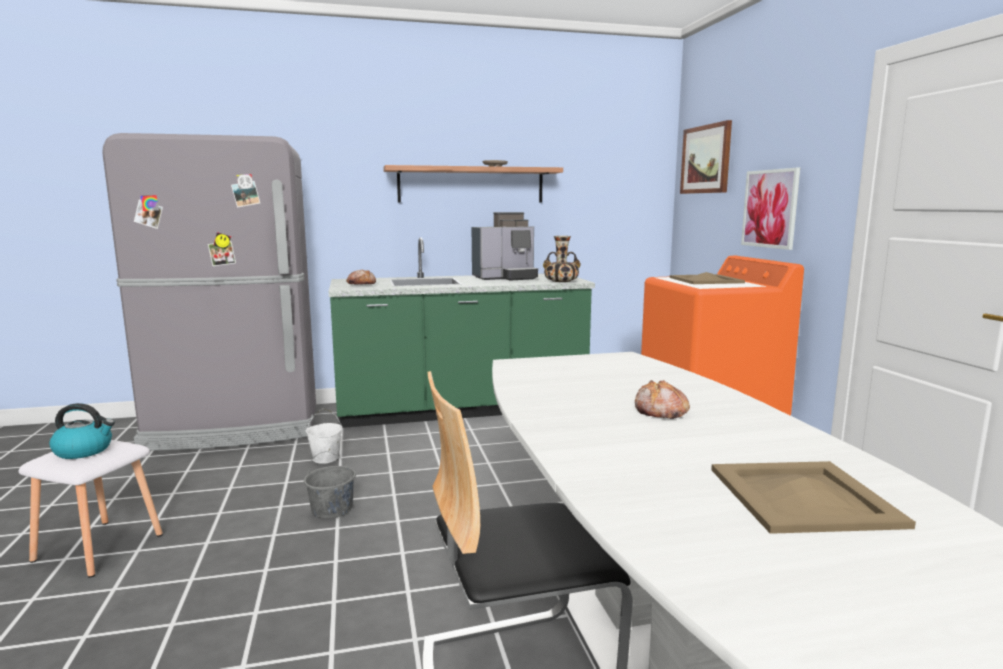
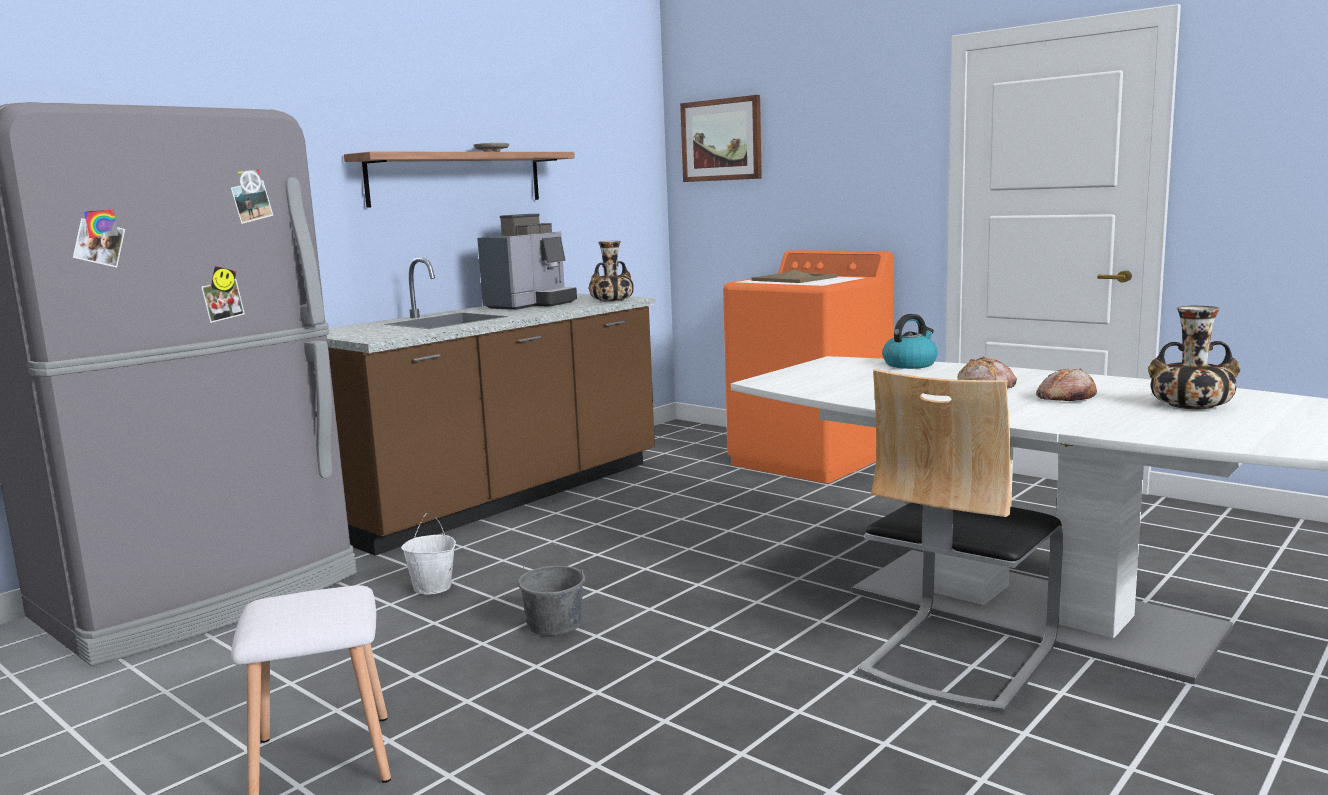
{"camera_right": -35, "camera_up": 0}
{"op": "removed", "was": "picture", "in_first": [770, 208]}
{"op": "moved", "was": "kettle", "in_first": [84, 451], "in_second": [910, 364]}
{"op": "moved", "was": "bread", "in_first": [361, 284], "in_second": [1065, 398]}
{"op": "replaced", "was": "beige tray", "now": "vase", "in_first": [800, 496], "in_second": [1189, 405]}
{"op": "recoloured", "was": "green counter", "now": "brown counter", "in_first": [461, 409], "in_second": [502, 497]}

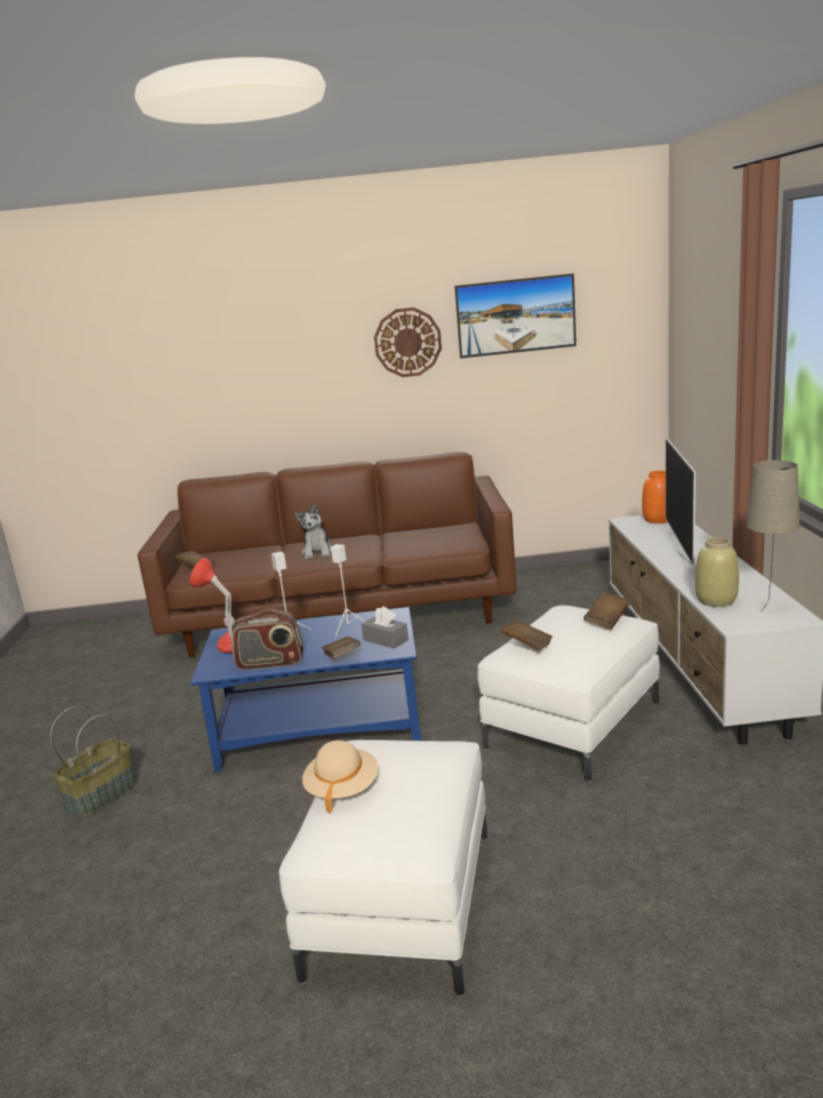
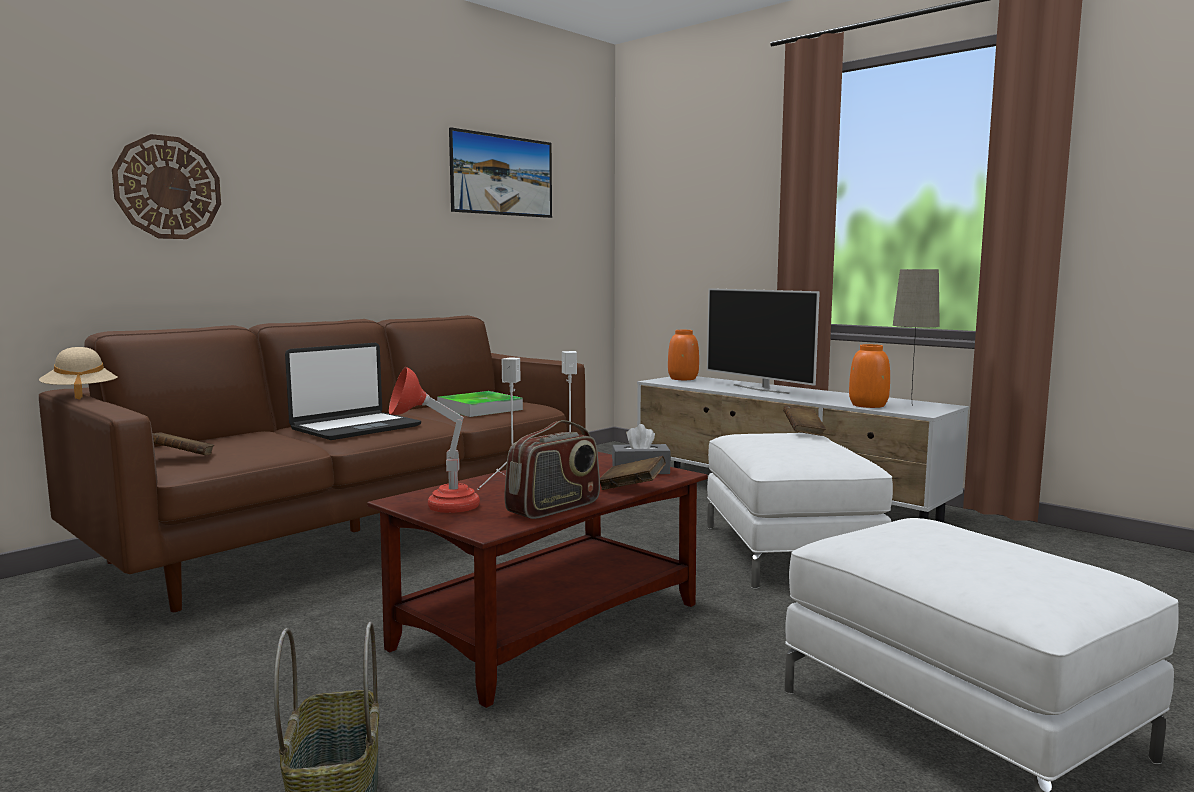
{"camera_right": -45, "camera_up": -10}
{"op": "removed", "was": "brown book", "in_first": [527, 646]}
{"op": "added", "now": "tray", "in_second": [480, 409]}
{"op": "moved", "was": "beige hat", "in_first": [342, 789], "in_second": [81, 394]}
{"op": "moved", "was": "wall clock", "in_first": [407, 342], "in_second": [168, 187]}
{"op": "replaced", "was": "plush toy", "now": "laptop", "in_first": [318, 552], "in_second": [355, 428]}
{"op": "recoloured", "was": "blue coffee table", "now": "brown coffee table", "in_first": [322, 730], "in_second": [550, 624]}
{"op": "recoloured", "was": "beige vase", "now": "orange vase", "in_first": [716, 601], "in_second": [868, 405]}

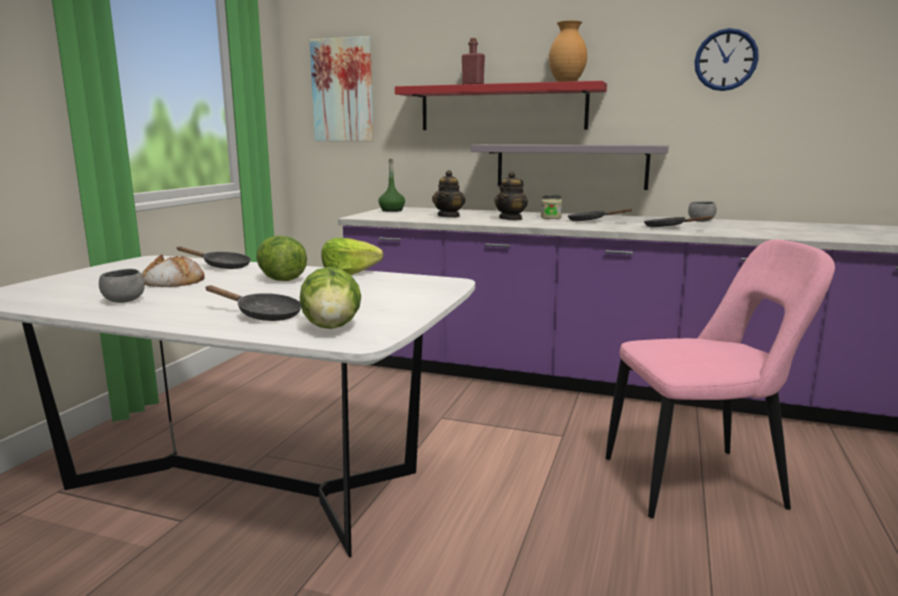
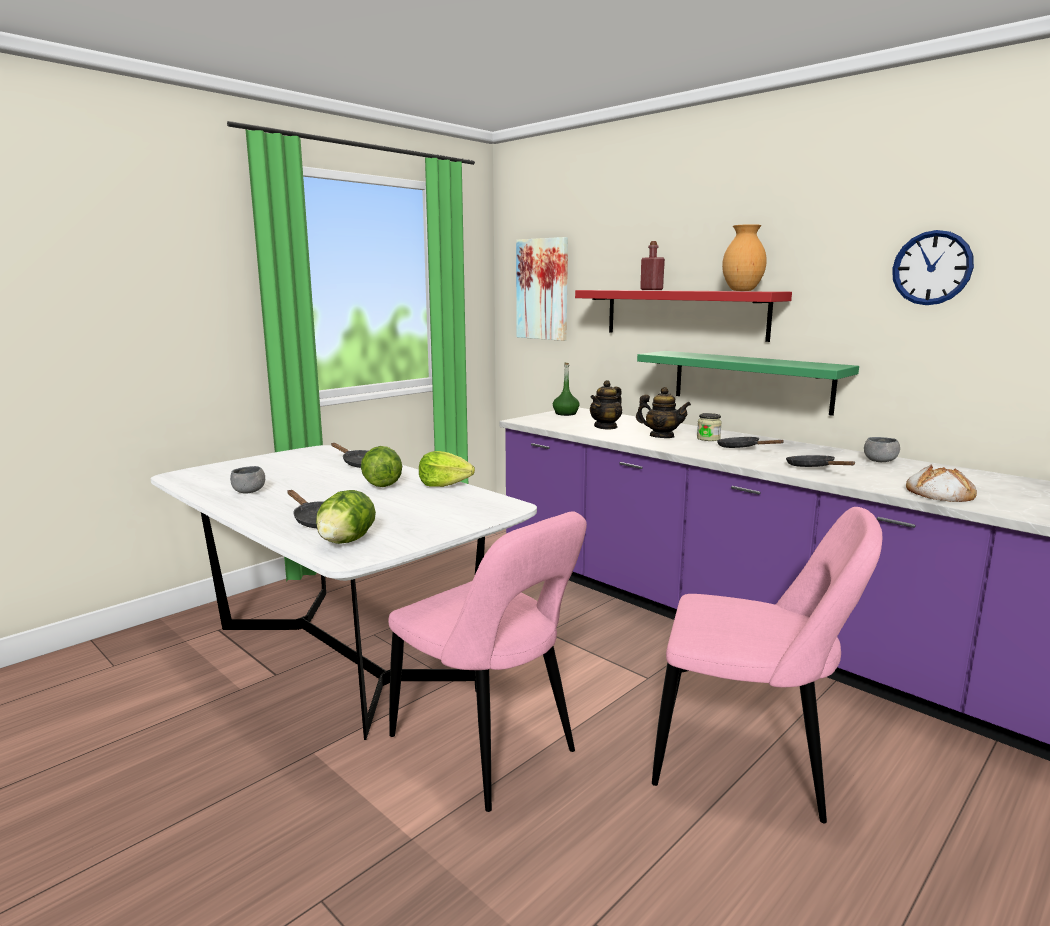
{"camera_right": 25, "camera_up": 0}
{"op": "added", "now": "pink chair", "in_second": [488, 748]}
{"op": "moved", "was": "bread", "in_first": [172, 281], "in_second": [939, 493]}
{"op": "recoloured", "was": "grey shelf", "now": "green shelf", "in_first": [571, 166], "in_second": [750, 381]}
{"op": "turned", "was": "teapot", "in_first": [511, 219], "in_second": [661, 436], "clockwise": -120}

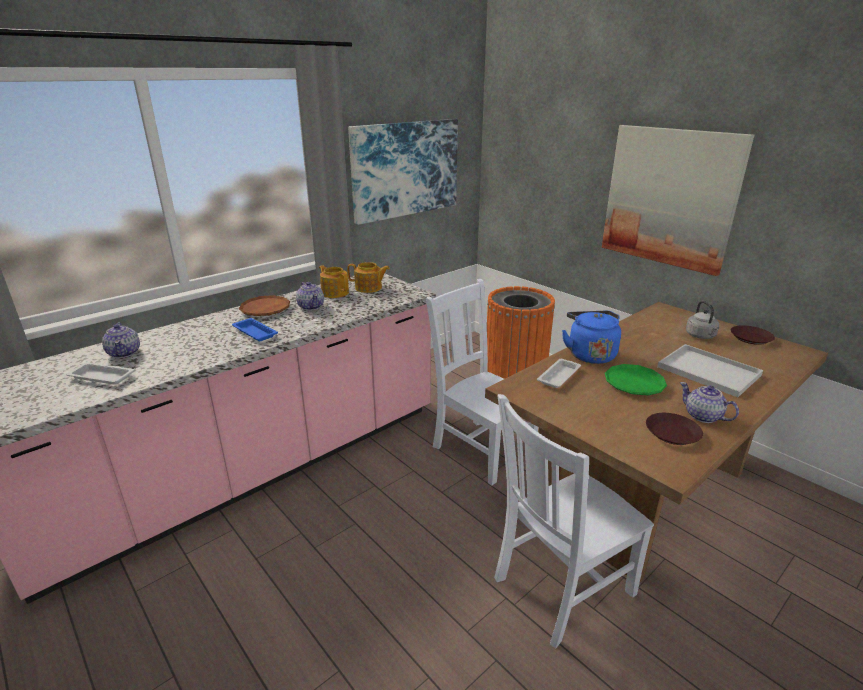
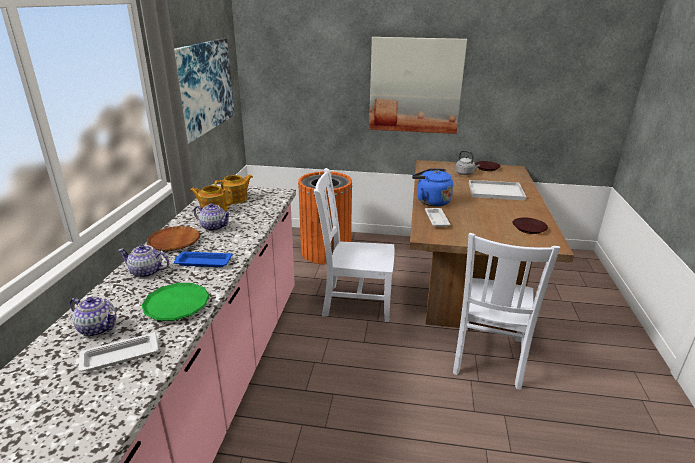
{"camera_right": -40, "camera_up": 0}
{"op": "moved", "was": "green plate", "in_first": [634, 383], "in_second": [176, 305]}
{"op": "moved", "was": "teapot", "in_first": [703, 416], "in_second": [147, 272]}

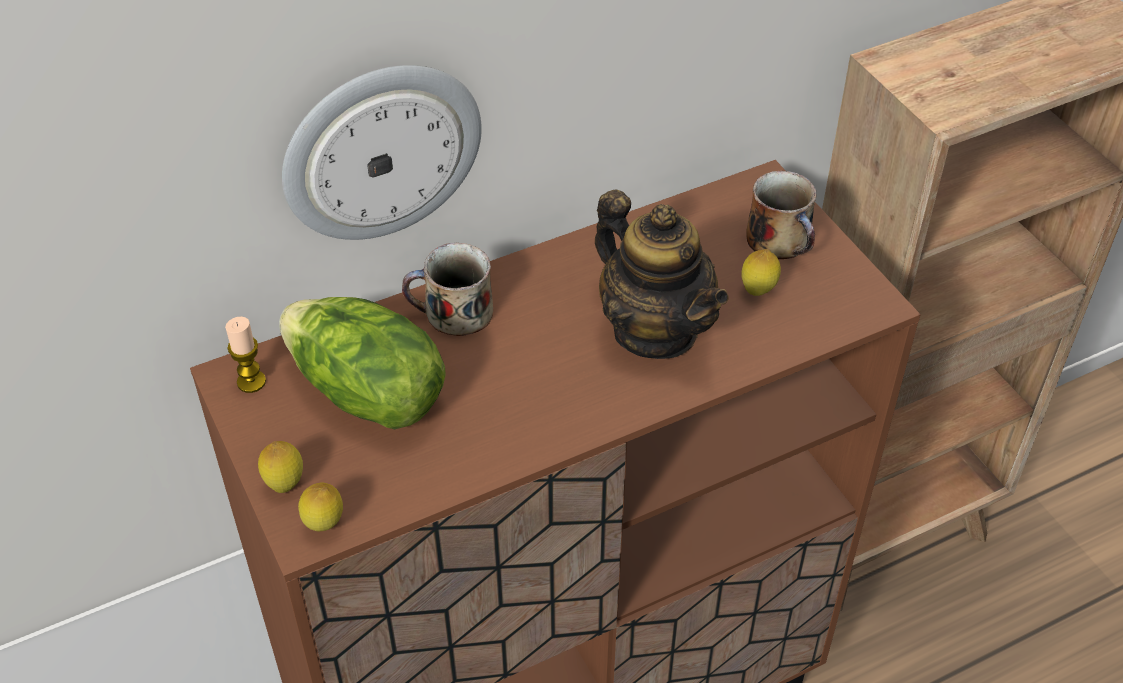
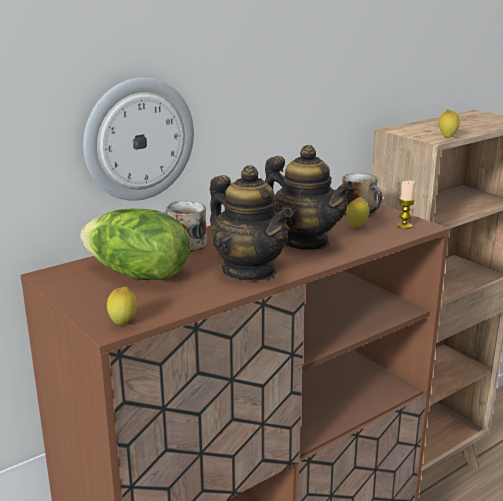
{"camera_right": -10, "camera_up": -25}
{"op": "added", "now": "teapot", "in_second": [249, 271]}
{"op": "moved", "was": "candle", "in_first": [251, 382], "in_second": [404, 226]}
{"op": "moved", "was": "lemon", "in_first": [285, 484], "in_second": [447, 137]}

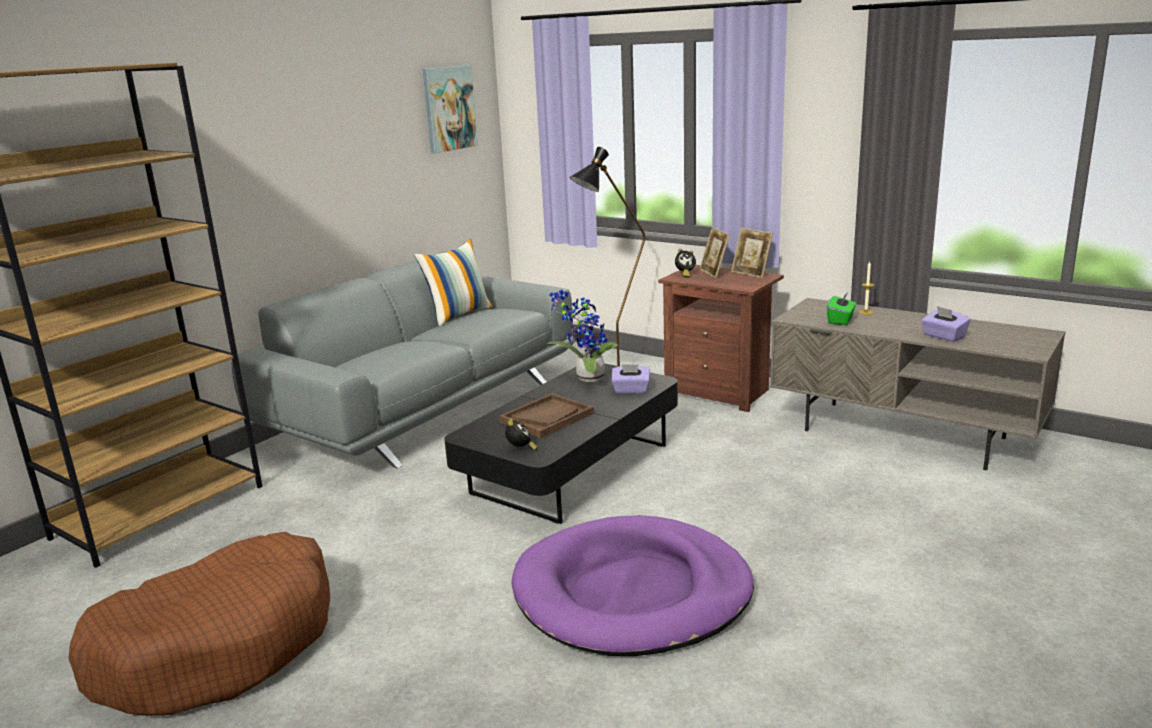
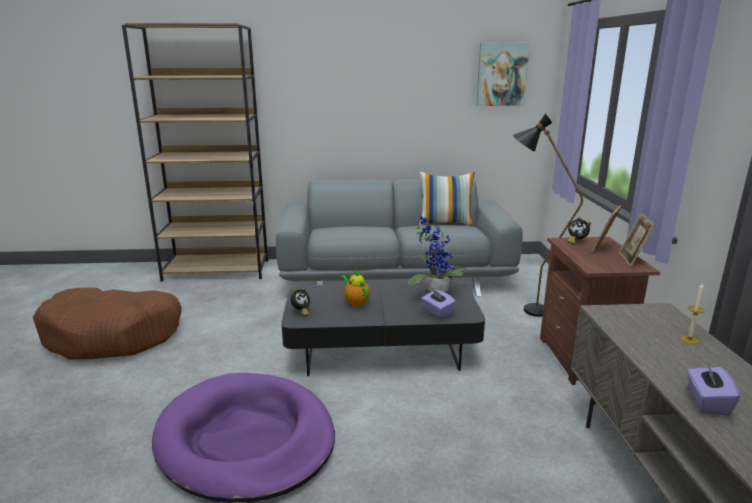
{"camera_right": 50, "camera_up": 0}
{"op": "removed", "was": "green tissue box", "in_first": [841, 320]}
{"op": "replaced", "was": "brown tray", "now": "teapot", "in_first": [547, 418], "in_second": [356, 302]}

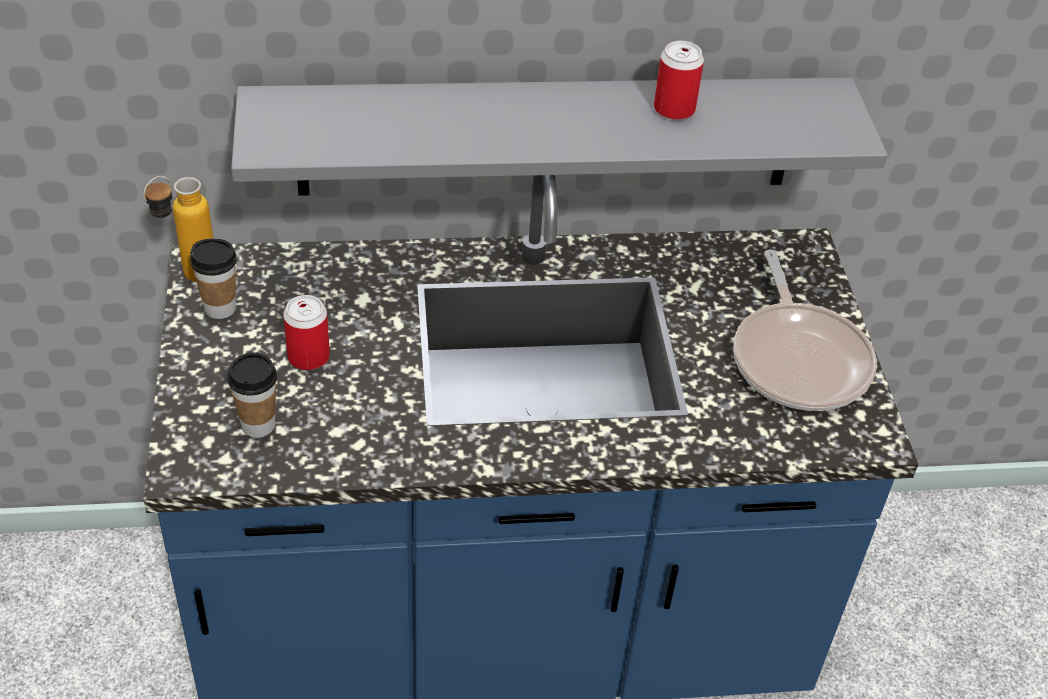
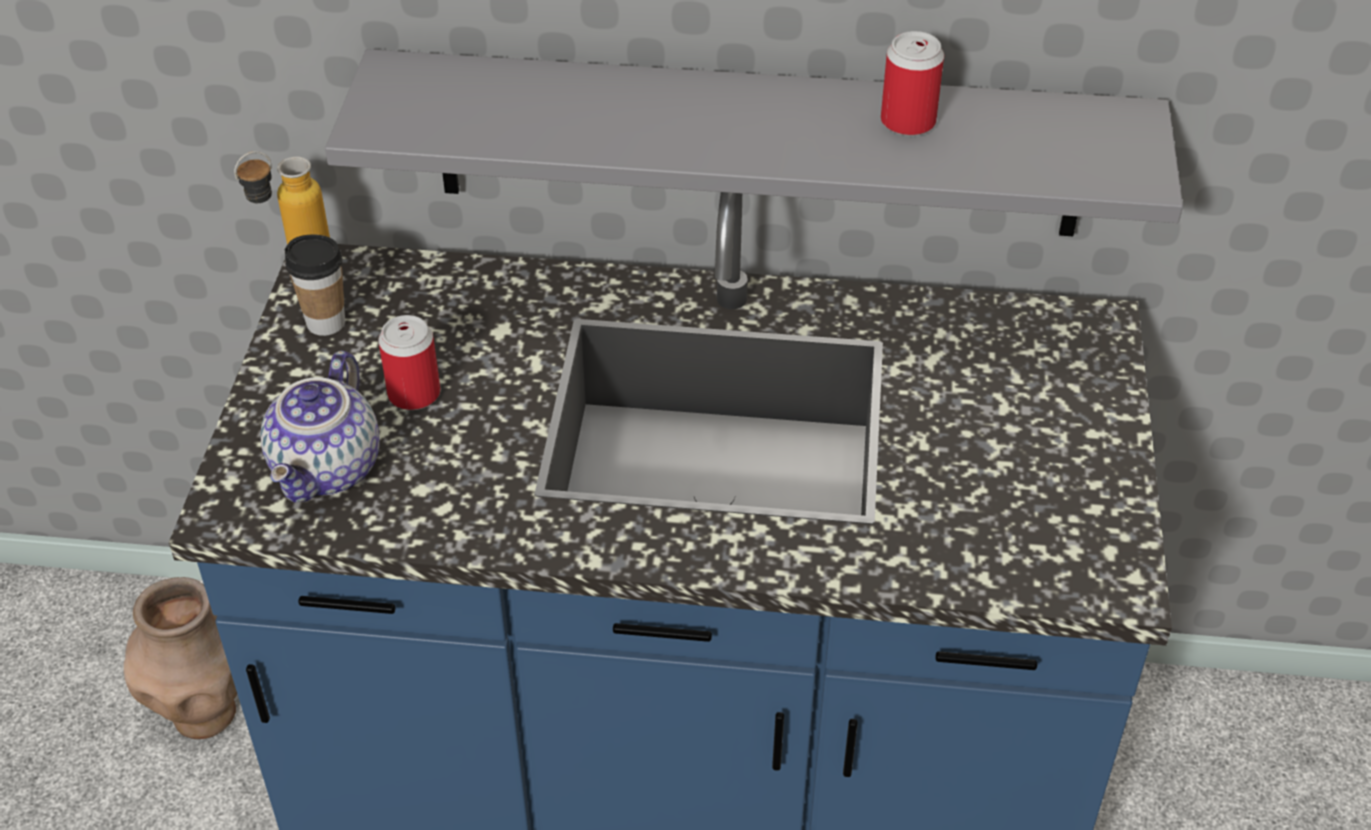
{"camera_right": 15, "camera_up": 0}
{"op": "removed", "was": "frying pan", "in_first": [798, 359]}
{"op": "added", "now": "brown vase", "in_second": [205, 711]}
{"op": "replaced", "was": "cup", "now": "teapot", "in_first": [258, 425], "in_second": [329, 470]}

